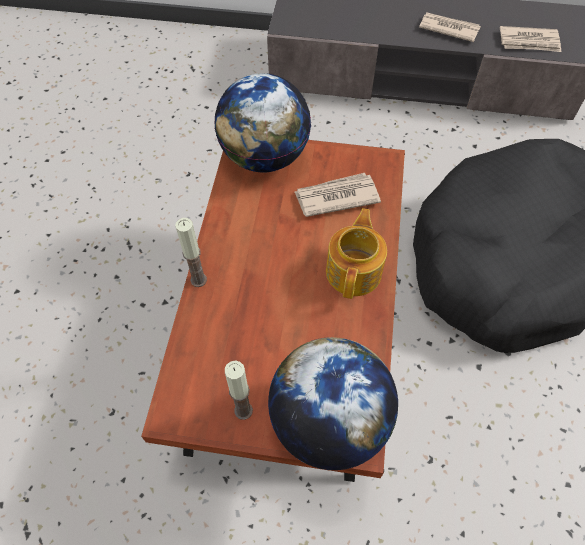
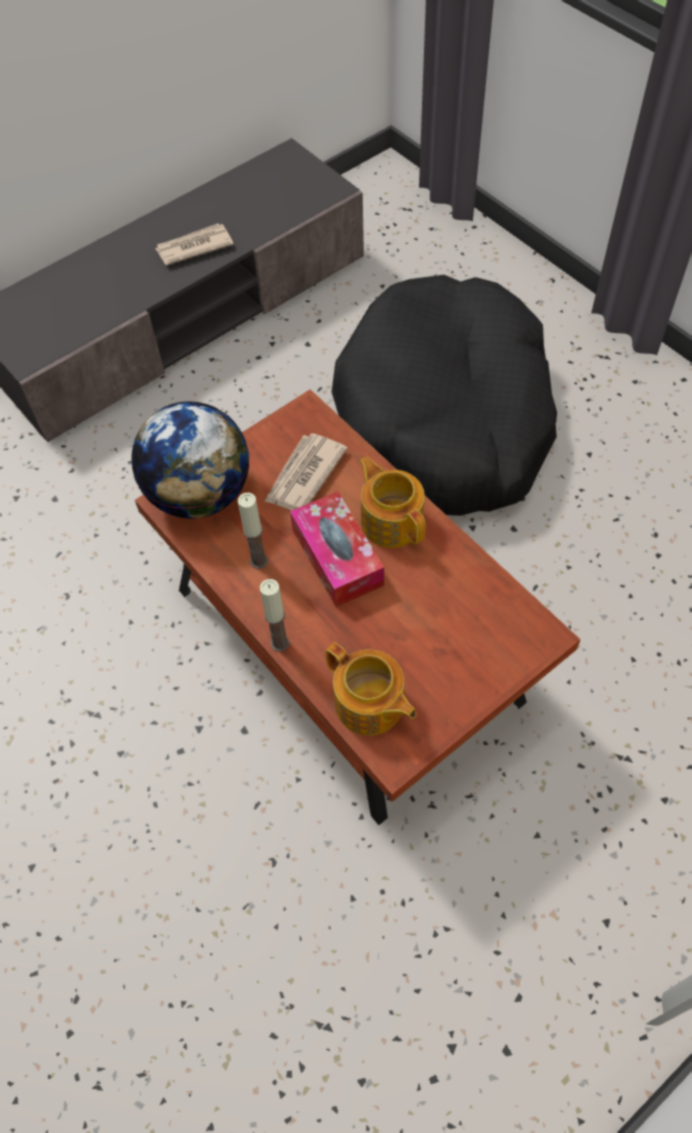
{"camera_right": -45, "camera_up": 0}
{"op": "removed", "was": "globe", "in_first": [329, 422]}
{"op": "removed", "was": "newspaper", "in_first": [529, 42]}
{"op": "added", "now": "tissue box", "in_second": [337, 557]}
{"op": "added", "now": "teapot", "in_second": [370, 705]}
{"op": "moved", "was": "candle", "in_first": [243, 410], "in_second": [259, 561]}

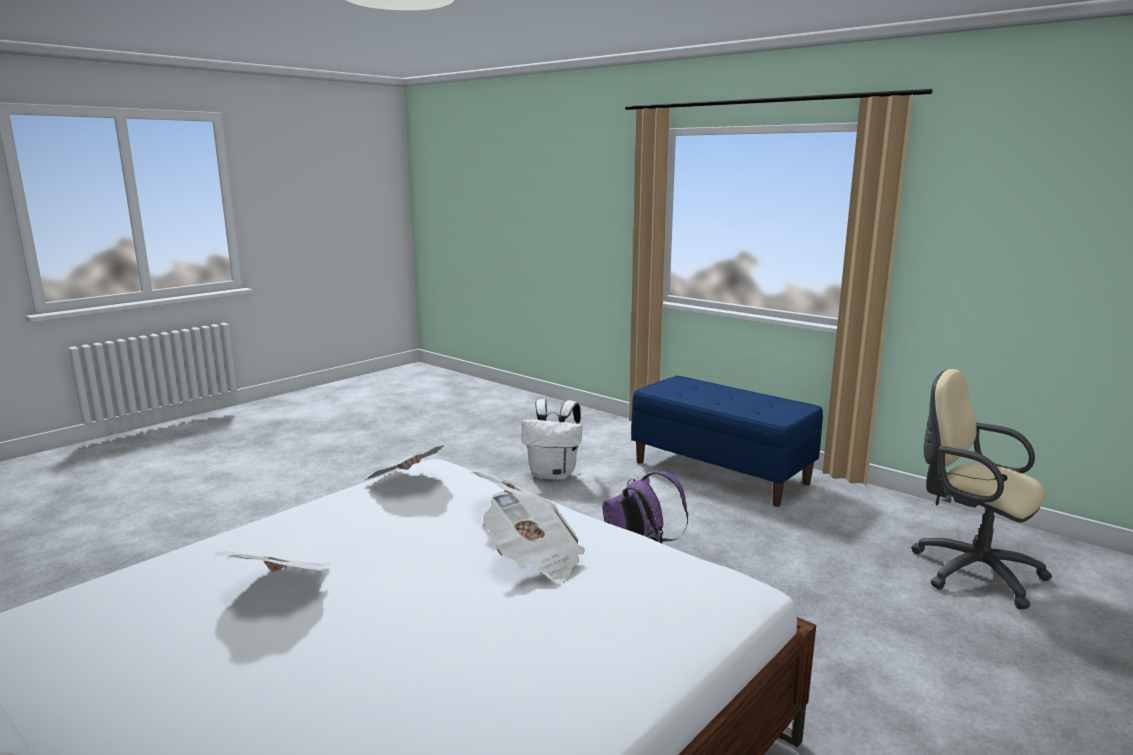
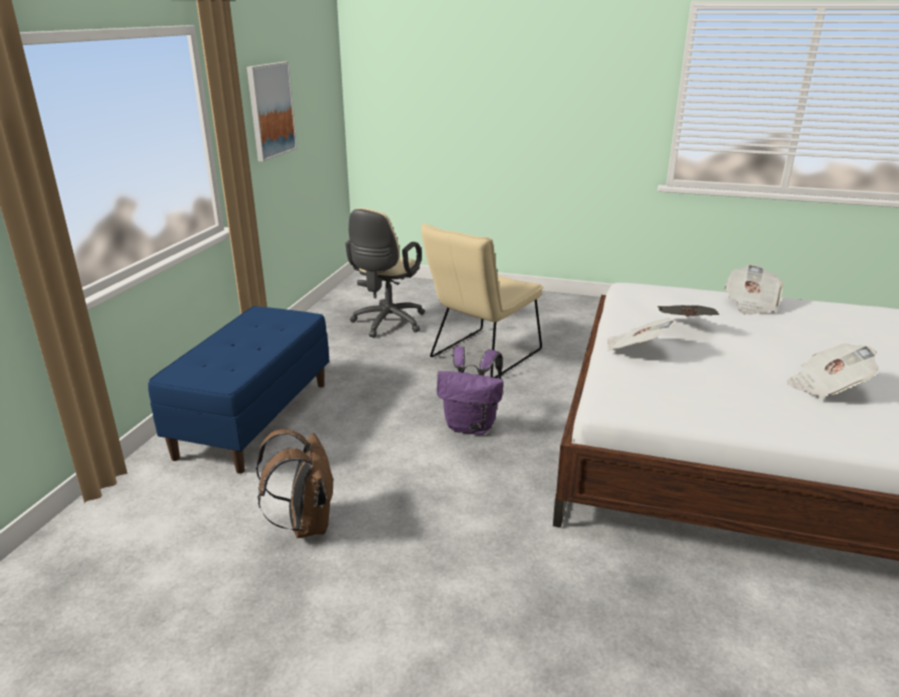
{"camera_right": -115, "camera_up": 10}
{"op": "added", "now": "picture", "in_second": [270, 110]}
{"op": "added", "now": "beige chair", "in_second": [481, 356]}
{"op": "moved", "was": "newspaper", "in_first": [405, 483], "in_second": [750, 305]}
{"op": "recoloured", "was": "white backpack", "now": "brown backpack", "in_first": [554, 474], "in_second": [305, 524]}

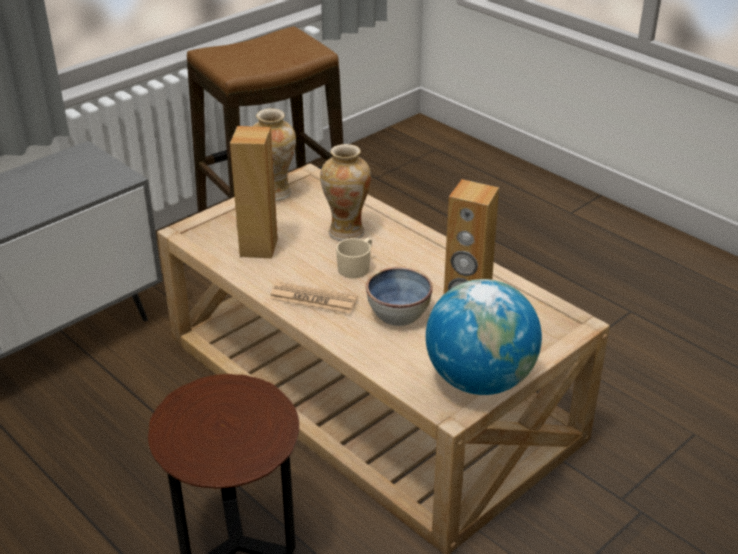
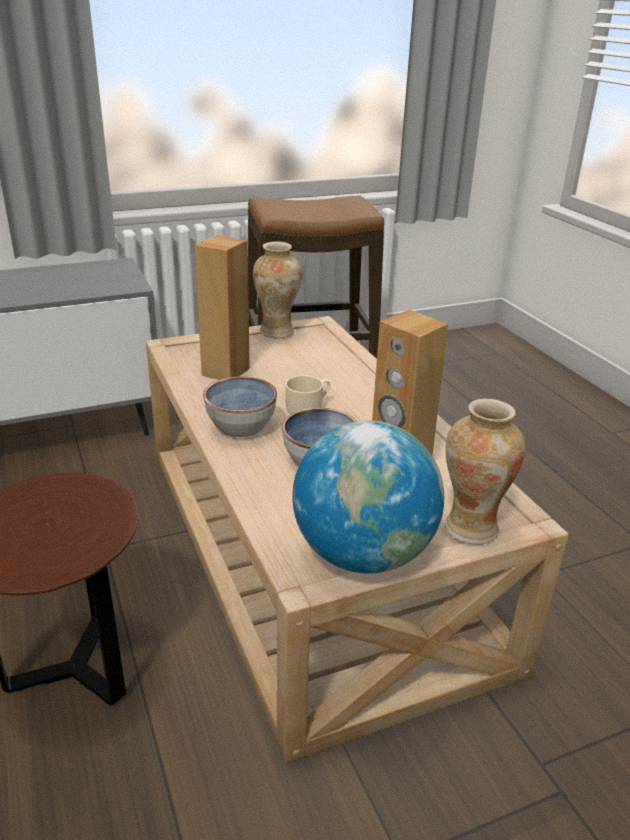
{"camera_right": 20, "camera_up": -5}
{"op": "moved", "was": "vase", "in_first": [346, 232], "in_second": [471, 527]}
{"op": "replaced", "was": "newspaper", "now": "bowl", "in_first": [313, 299], "in_second": [240, 426]}

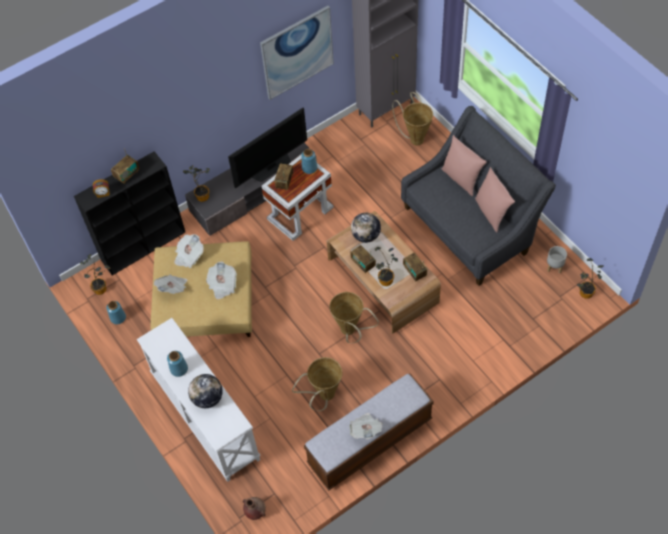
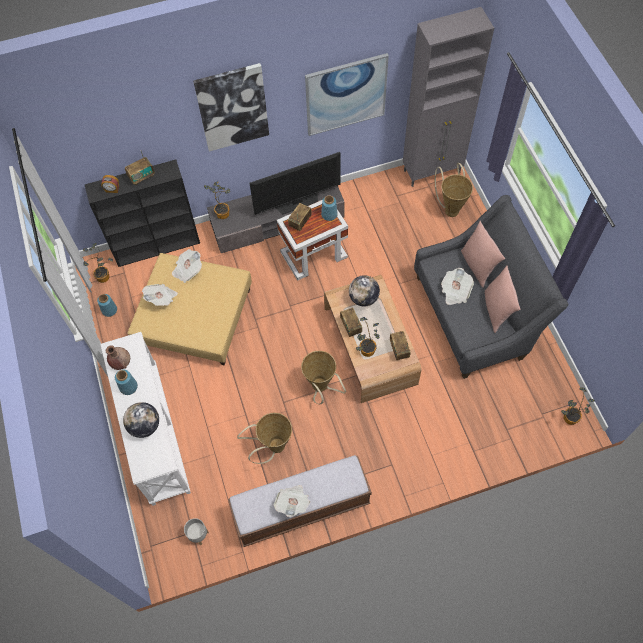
{"camera_right": 15, "camera_up": 5}
{"op": "added", "now": "picture", "in_second": [232, 107]}
{"op": "moved", "was": "newspaper", "in_first": [222, 285], "in_second": [455, 291]}
{"op": "moved", "was": "brown vase", "in_first": [255, 511], "in_second": [120, 362]}
{"op": "moved", "was": "grey planter", "in_first": [554, 266], "in_second": [199, 535]}

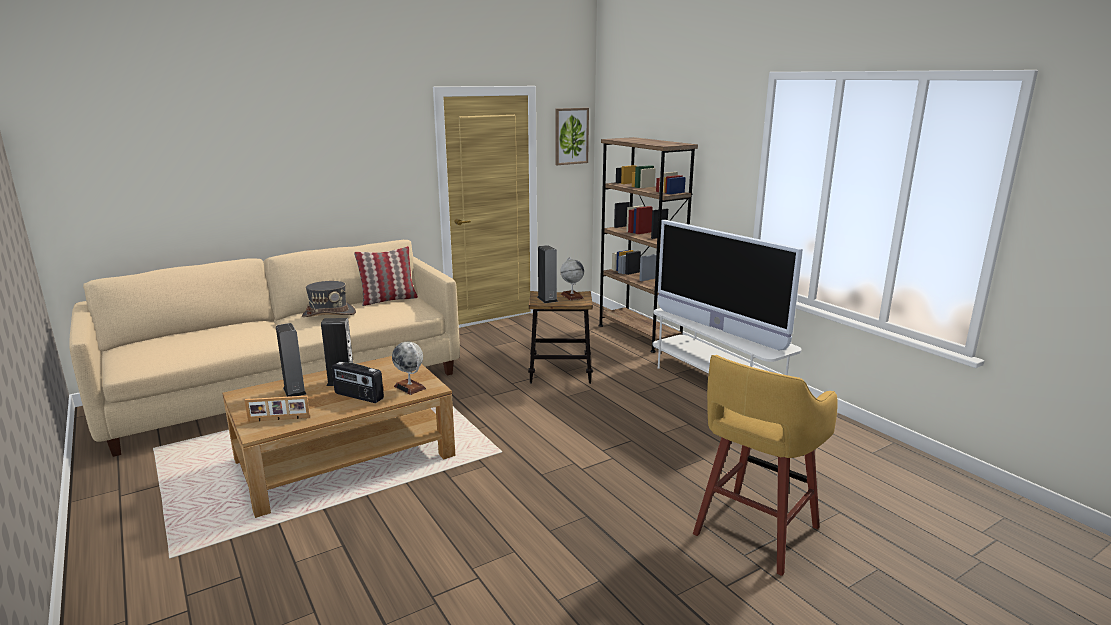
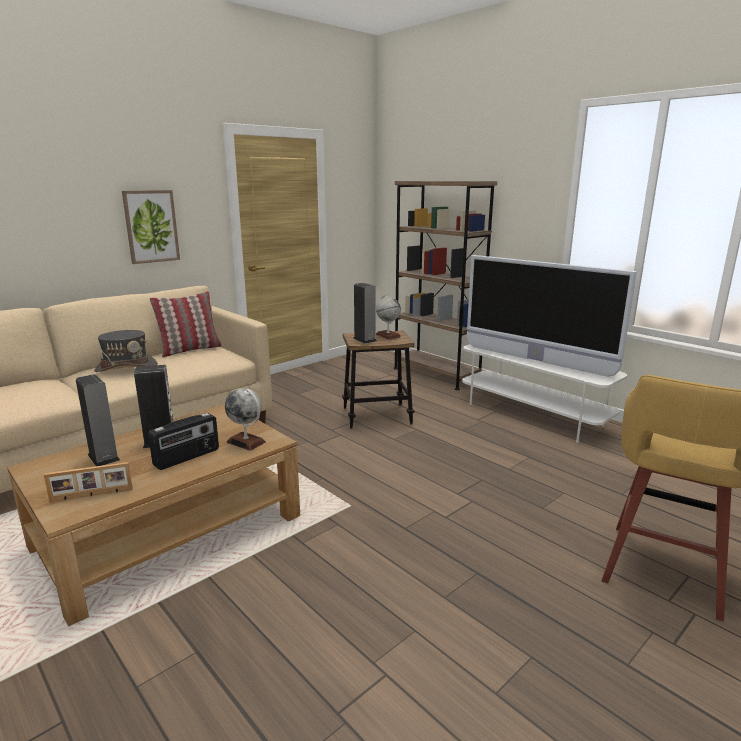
{"camera_right": -10, "camera_up": 0}
{"op": "moved", "was": "picture", "in_first": [571, 136], "in_second": [151, 226]}
{"op": "turned", "was": "radio", "in_first": [358, 396], "in_second": [187, 457], "clockwise": -60}

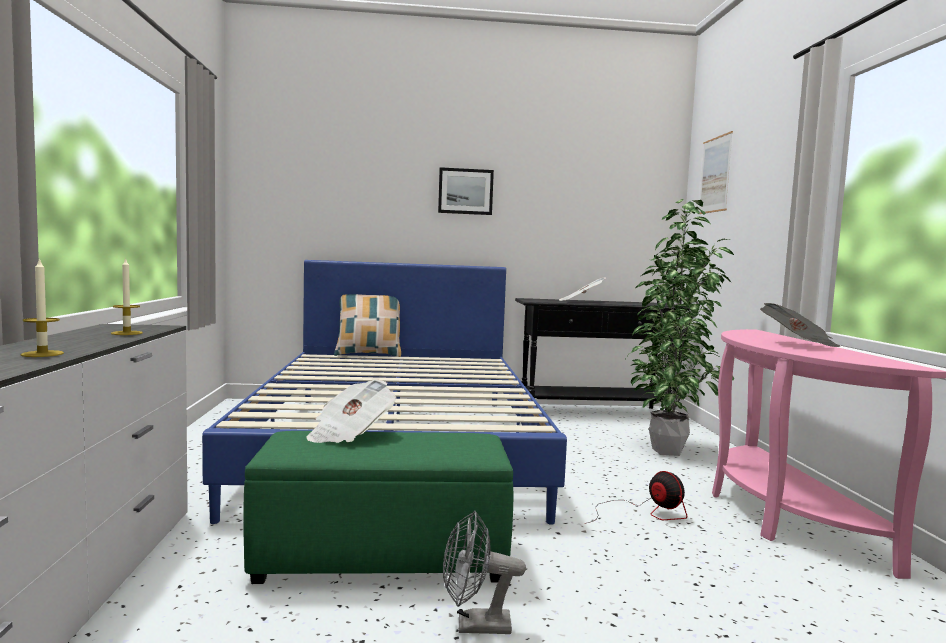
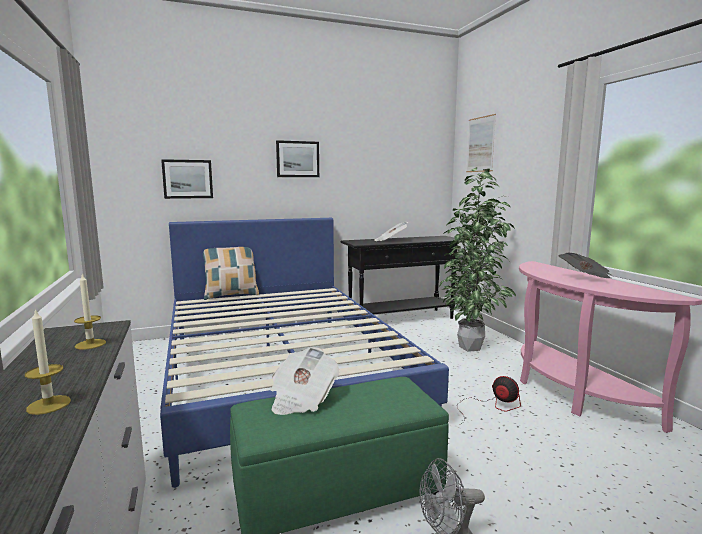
{"camera_right": -15, "camera_up": 5}
{"op": "added", "now": "picture", "in_second": [187, 179]}

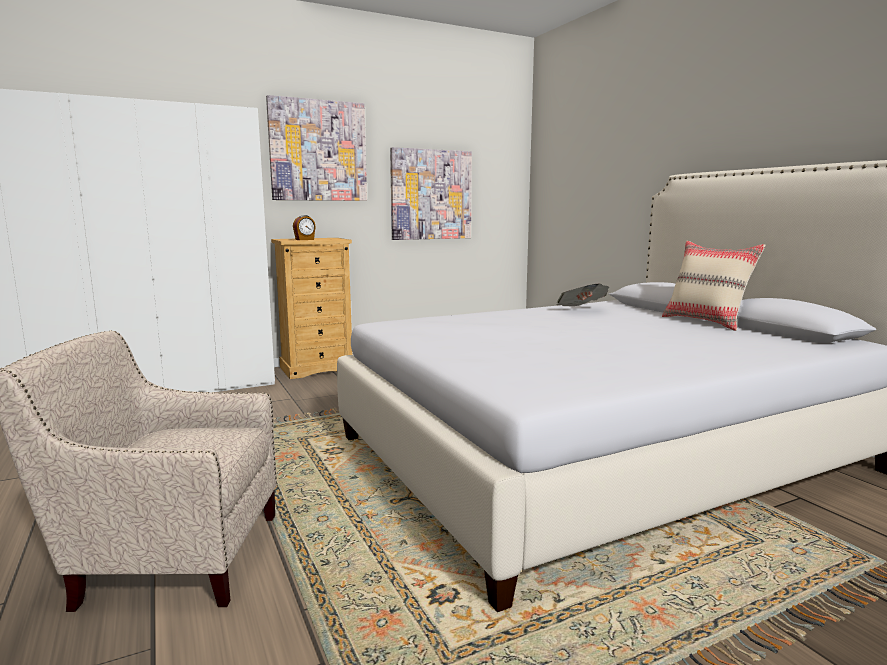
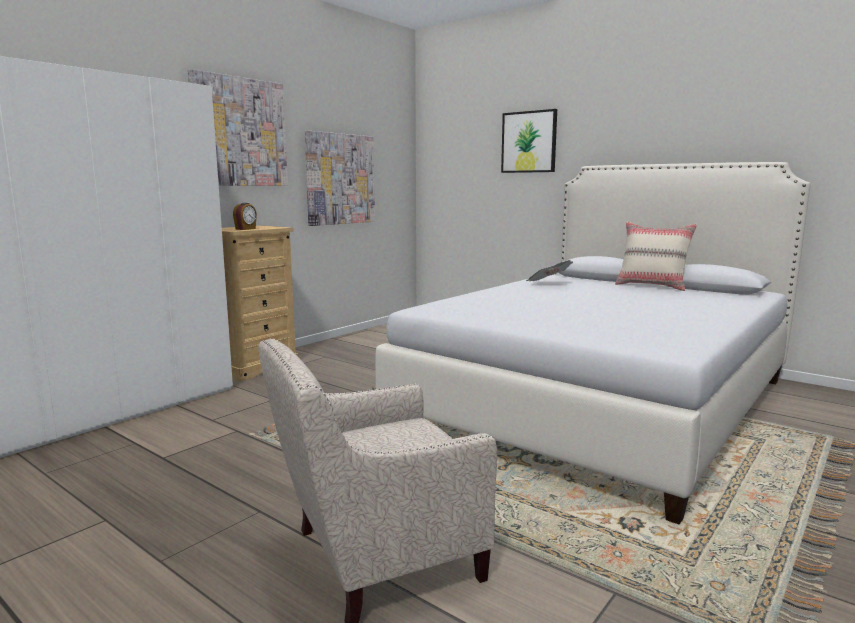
{"camera_right": -25, "camera_up": 0}
{"op": "added", "now": "picture", "in_second": [529, 142]}

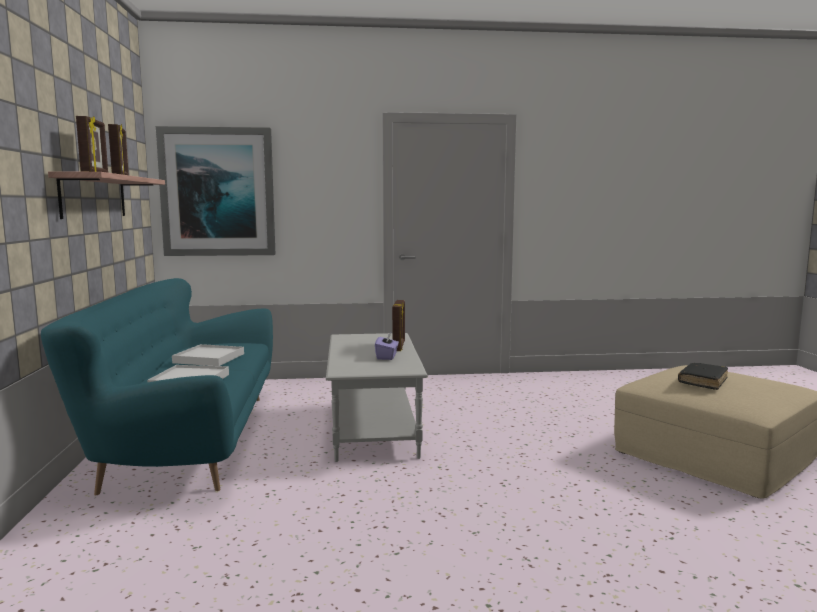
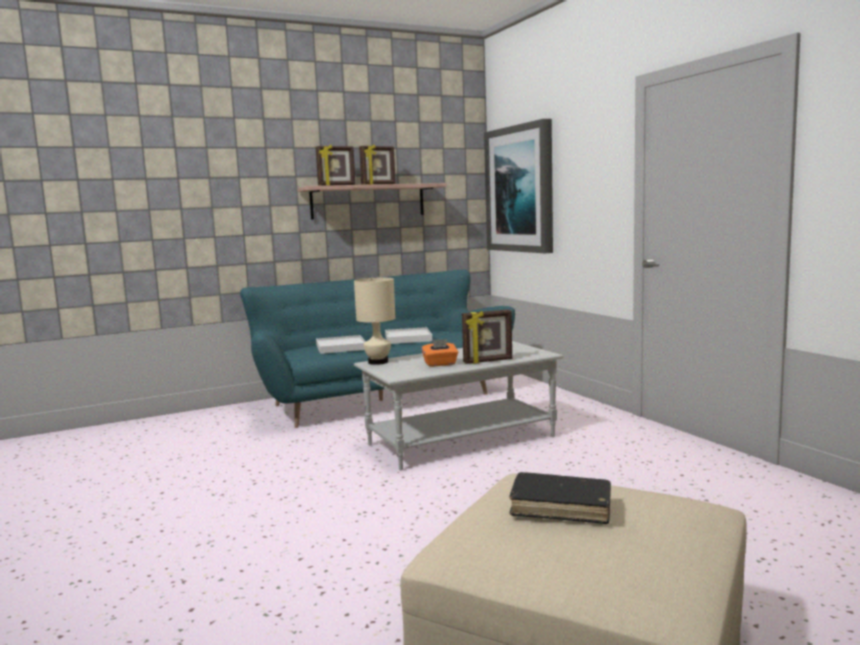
{"camera_right": 70, "camera_up": 0}
{"op": "added", "now": "beige table lamp", "in_second": [378, 362]}
{"op": "recoloured", "was": "purple tissue box", "now": "orange tissue box", "in_first": [387, 357], "in_second": [440, 364]}

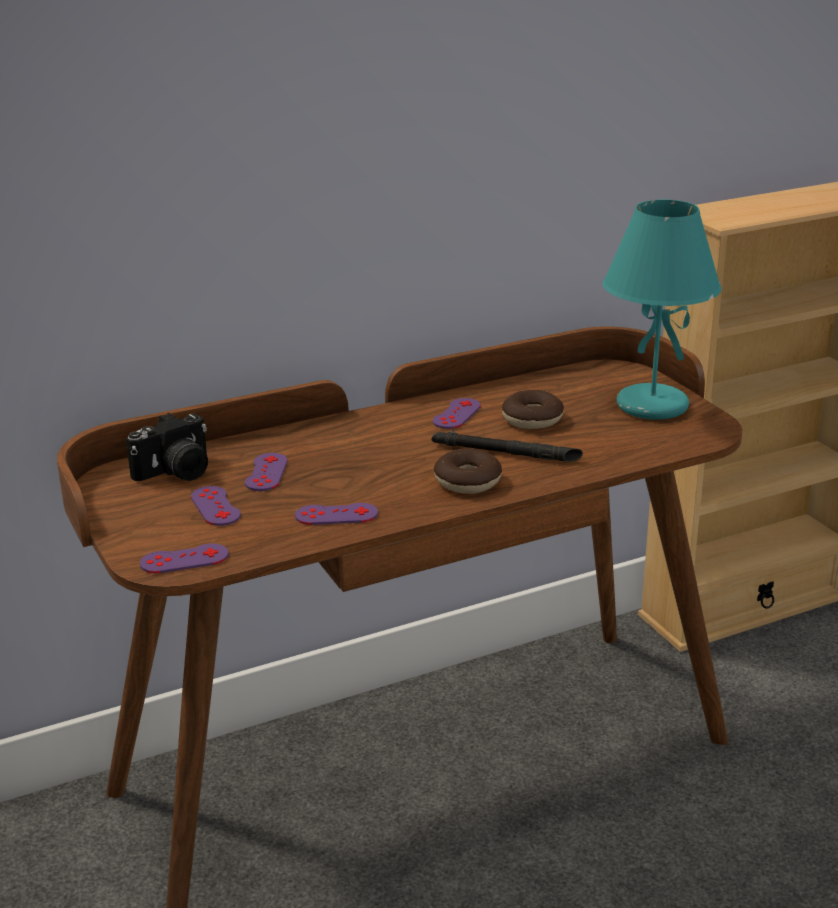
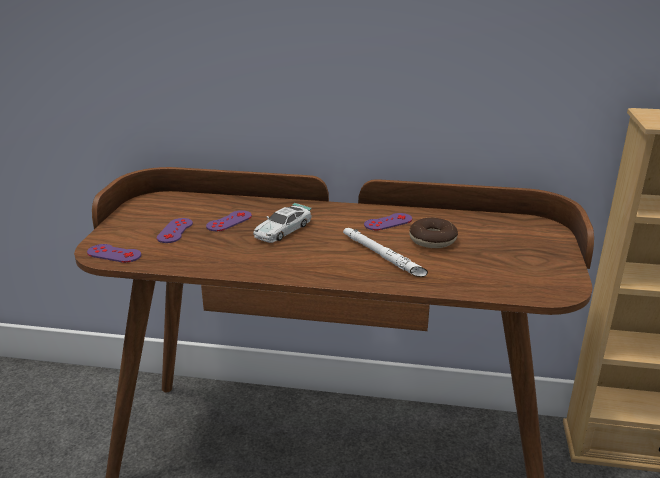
{"camera_right": 35, "camera_up": 0}
{"op": "removed", "was": "photo camera", "in_first": [176, 473]}
{"op": "removed", "was": "purple game controller", "in_first": [336, 514]}
{"op": "removed", "was": "donut", "in_first": [467, 481]}
{"op": "removed", "was": "turquoise table lamp", "in_first": [650, 406]}
{"op": "added", "now": "toy car", "in_second": [282, 230]}
{"op": "recoloured", "was": "black flashlight", "now": "white flashlight", "in_first": [506, 453], "in_second": [382, 256]}

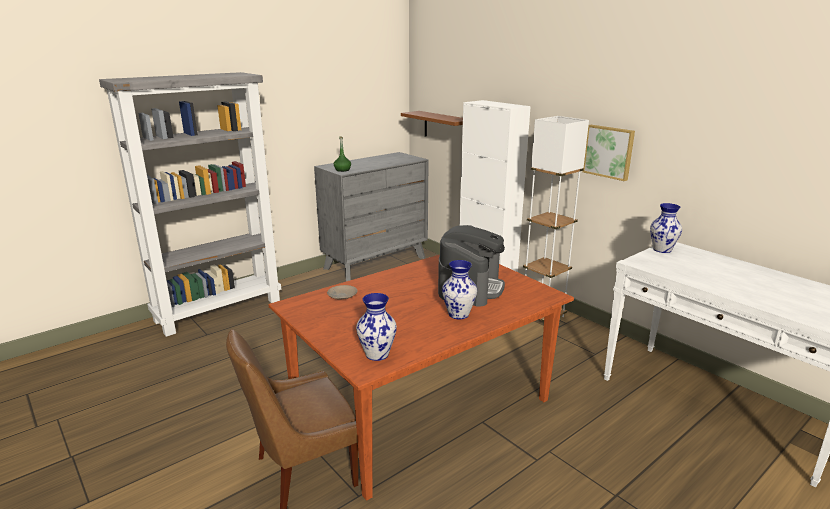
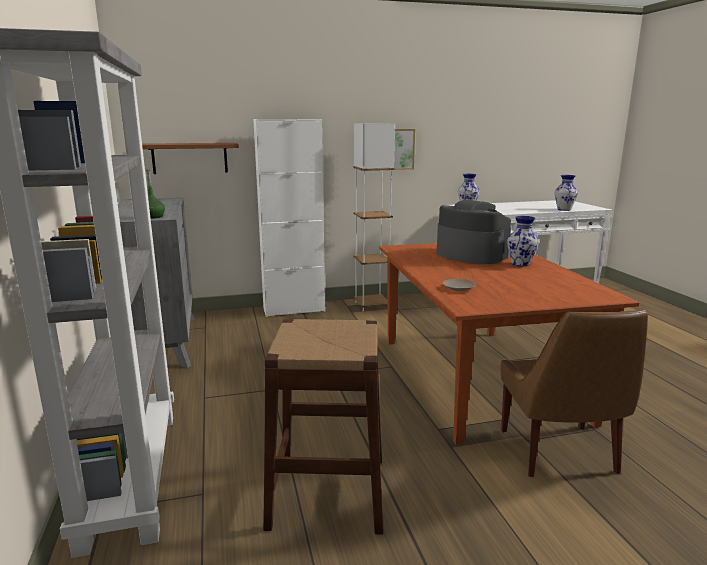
{"camera_right": -65, "camera_up": -5}
{"op": "added", "now": "brown stool", "in_second": [327, 491]}
{"op": "moved", "was": "vase", "in_first": [377, 354], "in_second": [563, 209]}

